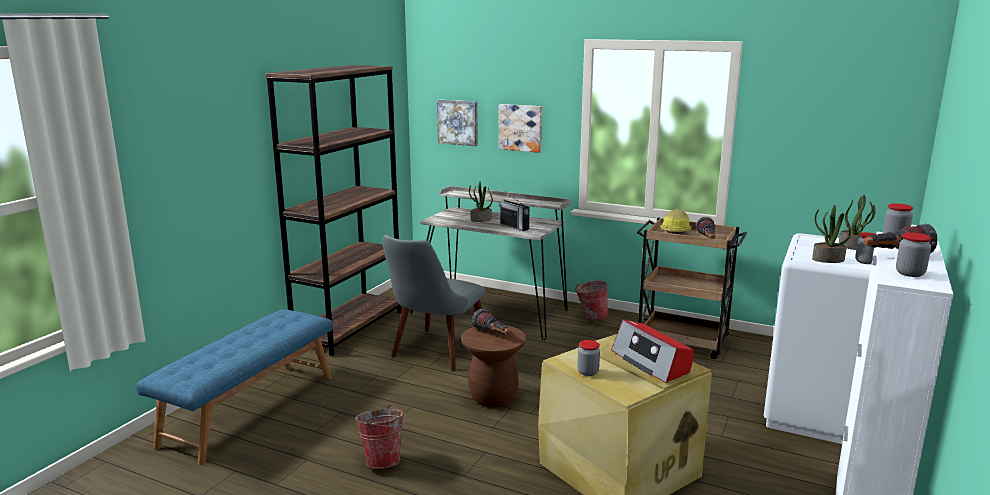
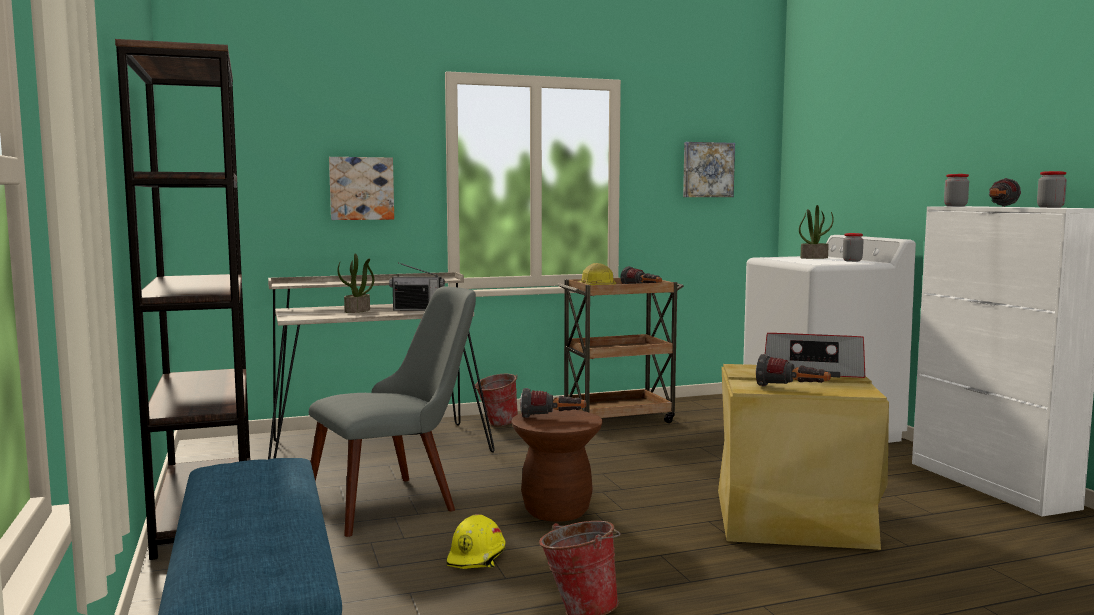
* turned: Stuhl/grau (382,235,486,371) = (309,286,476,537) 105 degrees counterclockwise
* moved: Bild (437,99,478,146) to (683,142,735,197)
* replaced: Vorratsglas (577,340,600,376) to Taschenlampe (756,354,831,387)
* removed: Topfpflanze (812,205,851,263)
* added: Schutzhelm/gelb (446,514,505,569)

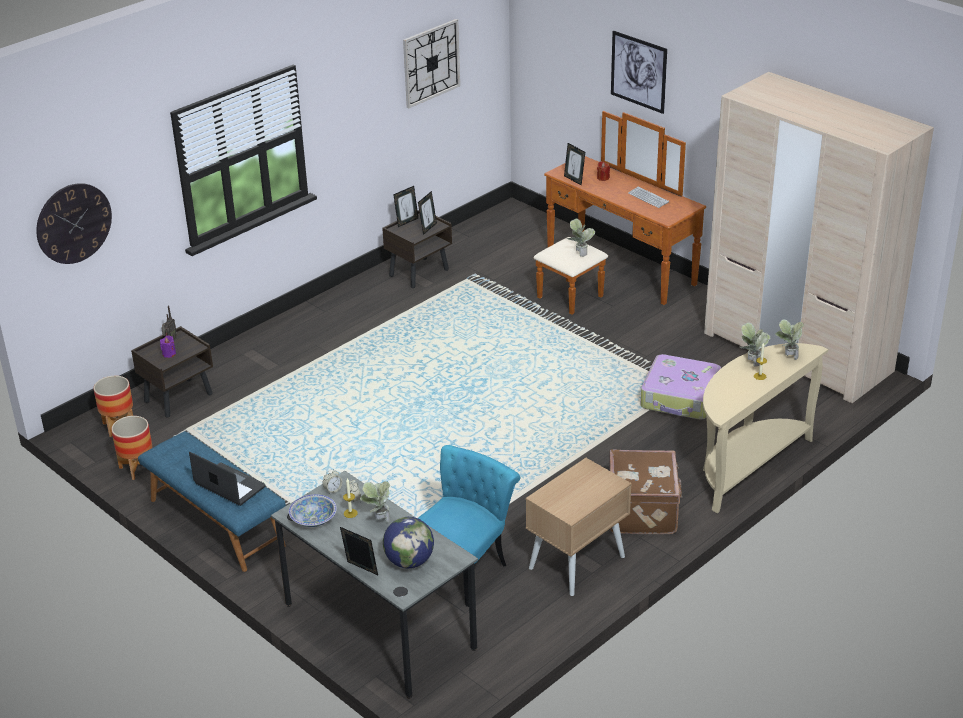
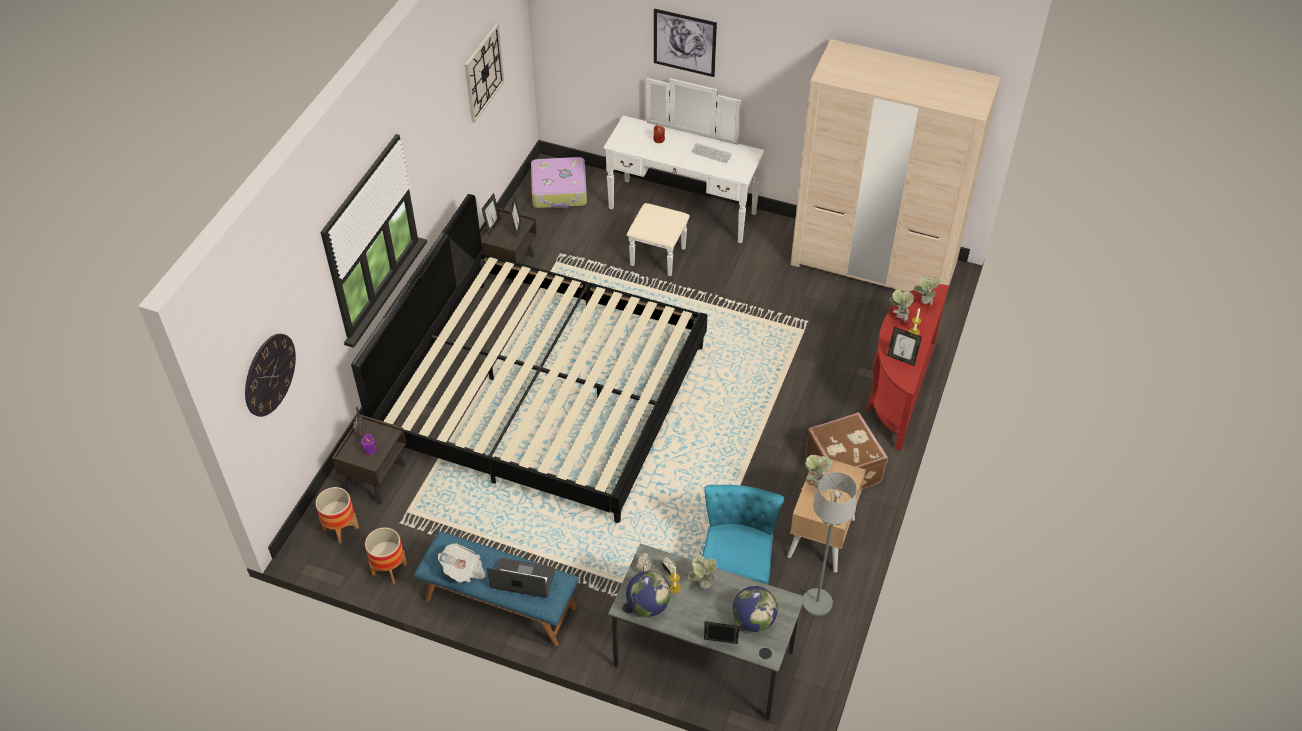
* replaced: Schüssel (289,494,337,527) to Globus (626,571,671,617)
* recoloured: Kommode/braun (534,111,706,315) to Kommode/weiß (604,78,765,276)
* moved: Bilderrahmen (564,143,585,186) to (887,327,922,366)
* moved: Topfpflanze (567,219,595,257) to (805,455,832,485)
* moved: Koffer (641,354,721,419) to (531,157,587,208)
* recoloured: Konsolentisch/beige (703,343,828,513) to Konsolentisch/rot (867,284,949,451)
* added: Bett (351,194,707,523)
* added: Zeitung (438,543,485,583)
* added: Stehlampe/grau (803,472,857,616)

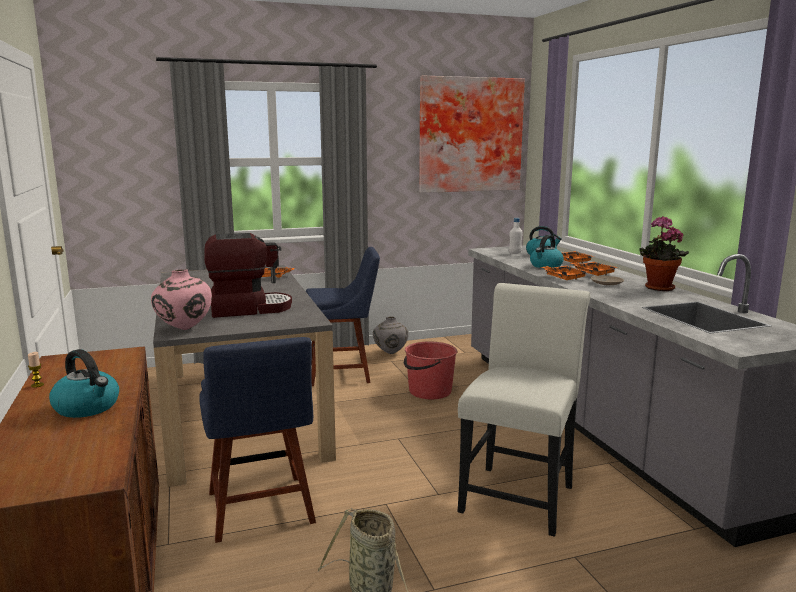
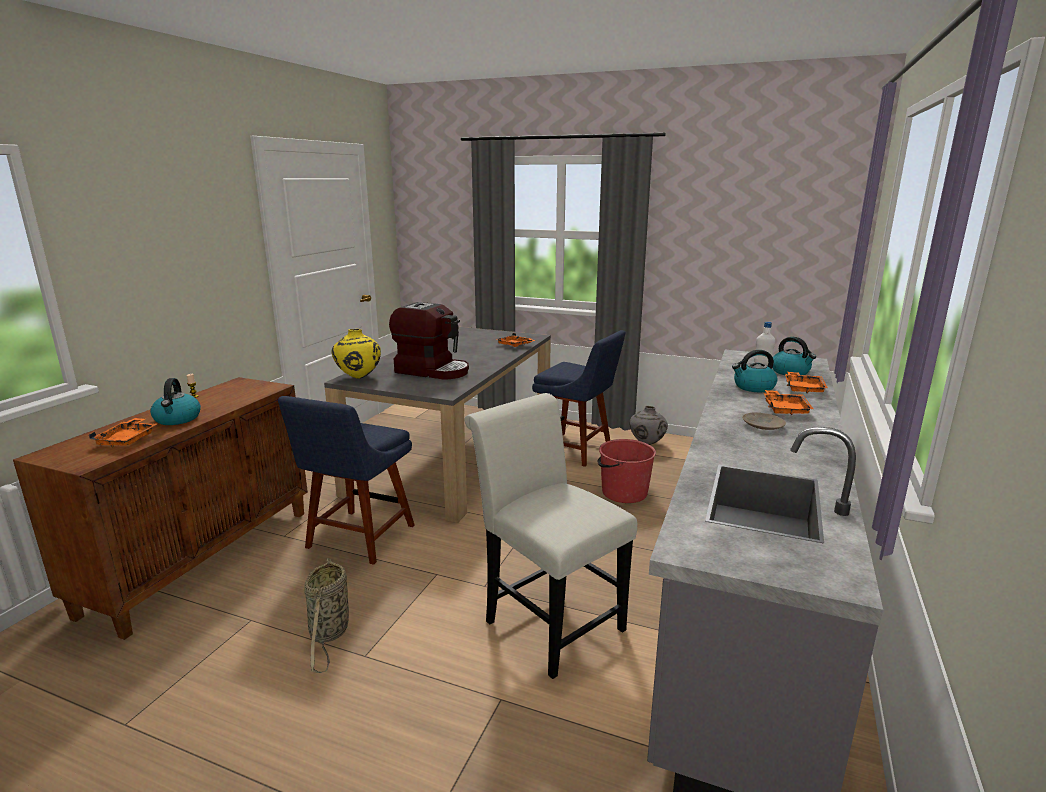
* recoloured: Vase/rosa (151,269,212,330) to Vase/gelb (332,329,381,379)
* removed: Bild (419,76,525,193)
* turned: Stuhl/weiß (458,283,590,537) = (464,393,638,679) 105 degrees counterclockwise
* moved: Tablett/orange (541,266,588,280) to (89,418,157,447)
* removed: Topfpflanze (639,216,689,291)

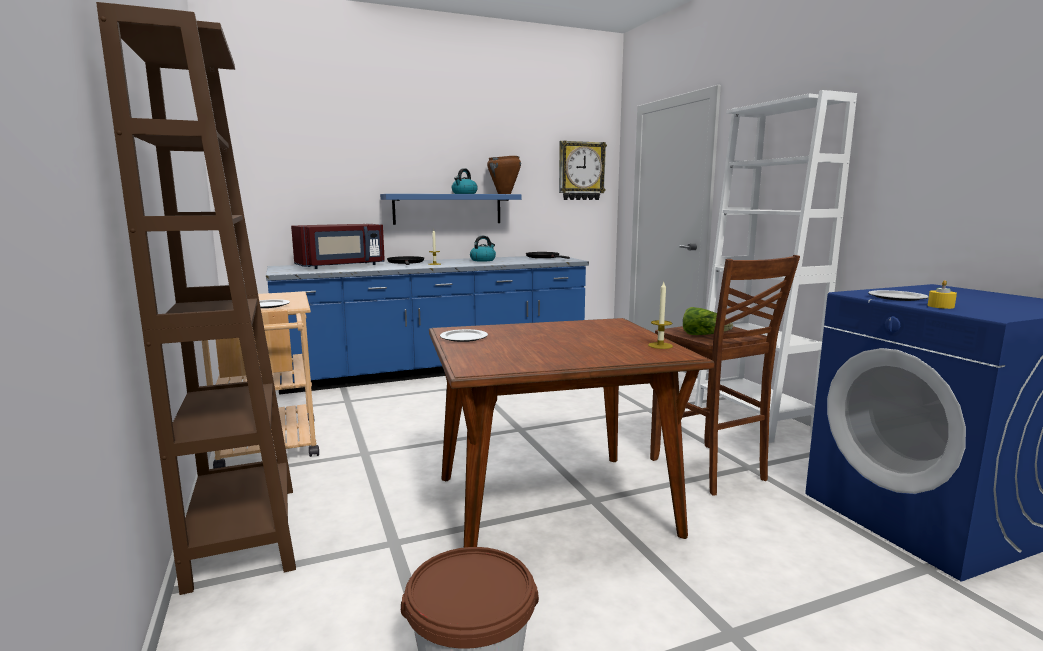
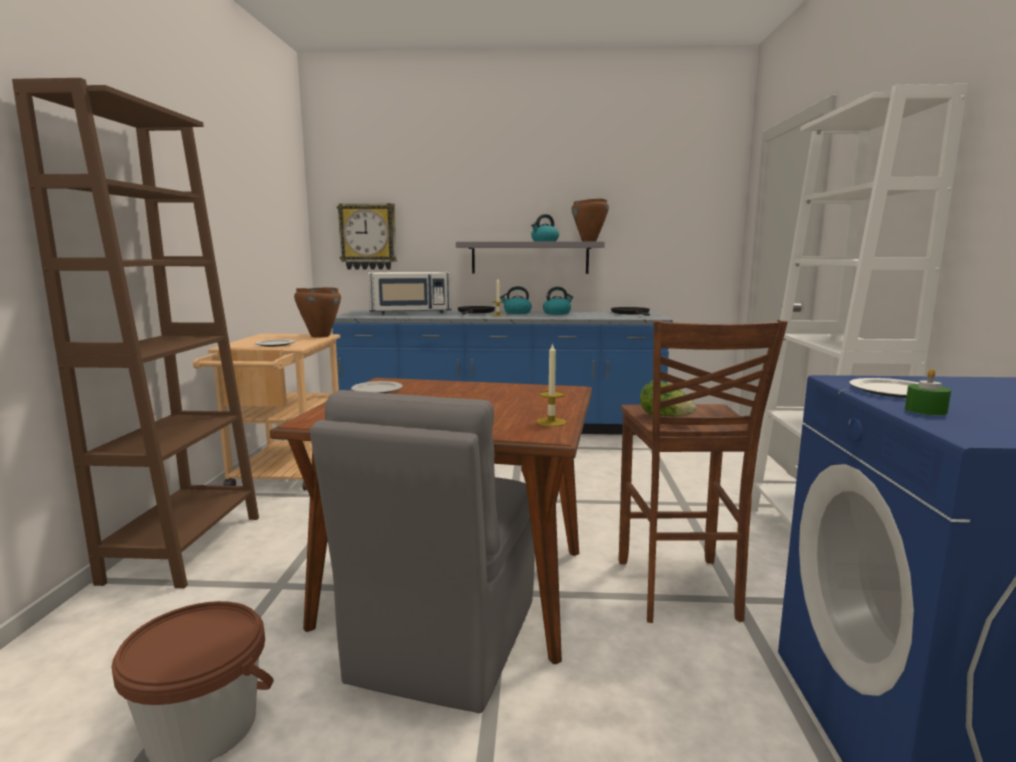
* recoloured: Mikrowelle/rot (291,224,385,269) to Mikrowelle/weiß (368,272,452,314)
* recoloured: Wandregal/blau (380,194,521,225) to Wandregal/grau (456,241,605,274)
* moved: Wanduhr (559,141,607,200) to (337,203,397,270)
* recoloured: Kerze/gelb (928,280,957,309) to Kerze/grün (905,369,951,415)
* added: Kochtopf/braun (294,287,341,337)
* added: Stuhl/grau (310,390,535,713)
* added: Wasserkessel (500,286,532,314)

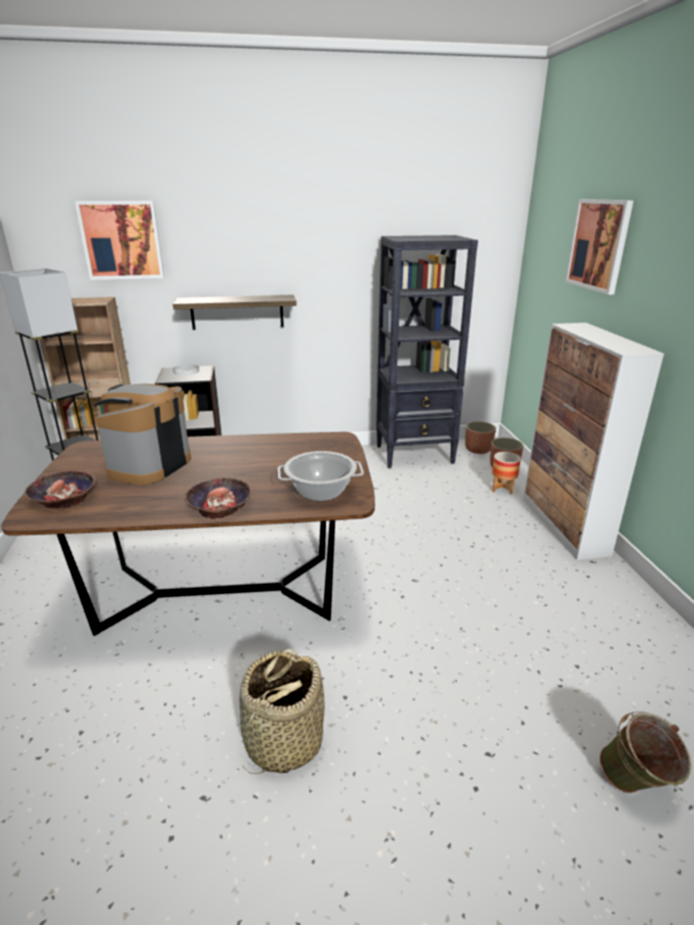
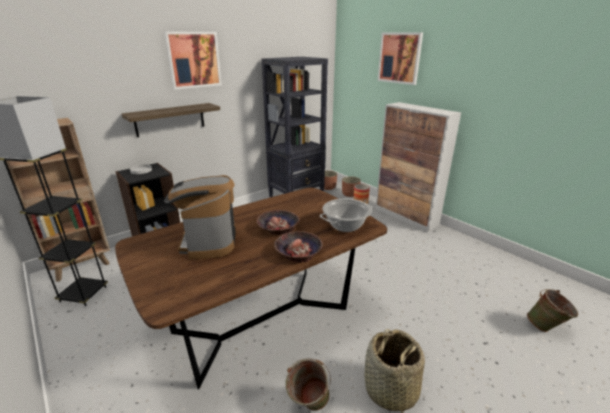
* moved: Schüssel (24,471,95,509) to (257,210,299,235)
* moved: Bild (75,201,164,280) to (164,32,222,90)
* added: Eimer/grün (286,358,331,411)

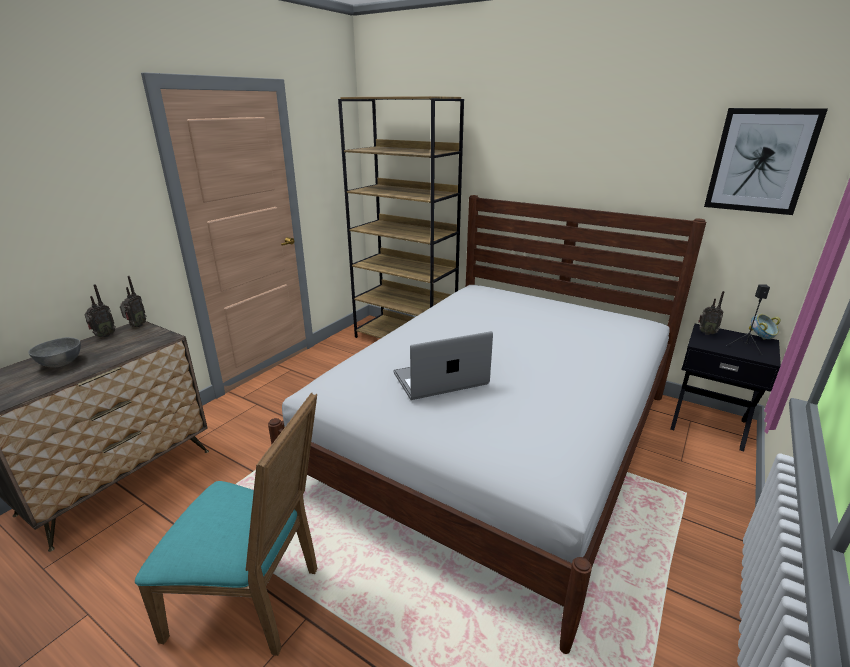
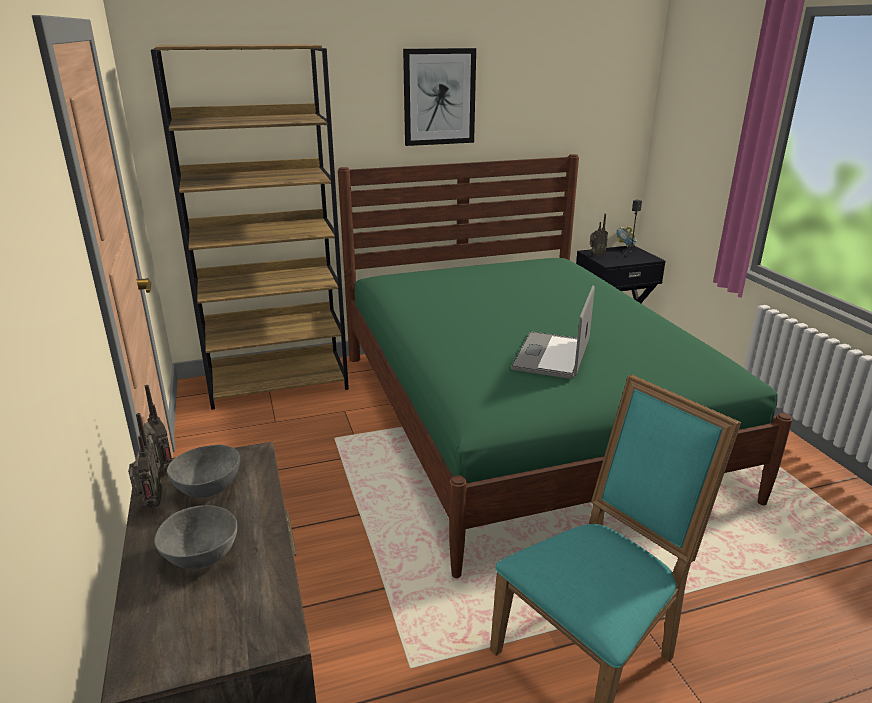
* recoloured: Bett/weiß (268,195,706,654) to Bett/grün (338,154,792,578)
* moved: Bild (704,108,828,215) to (403,48,476,146)
* added: Schüssel/grau (167,445,240,498)

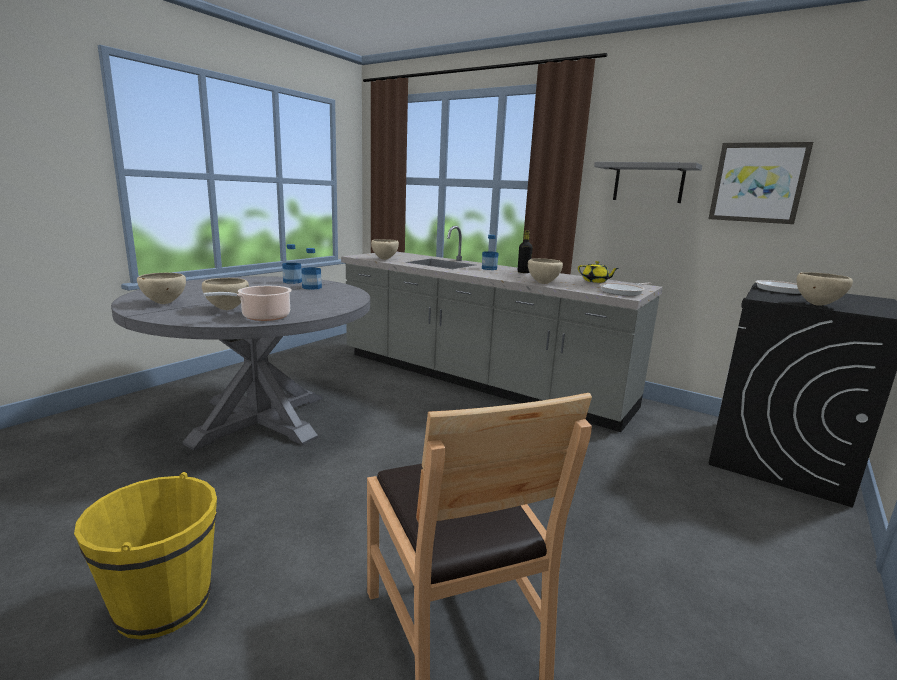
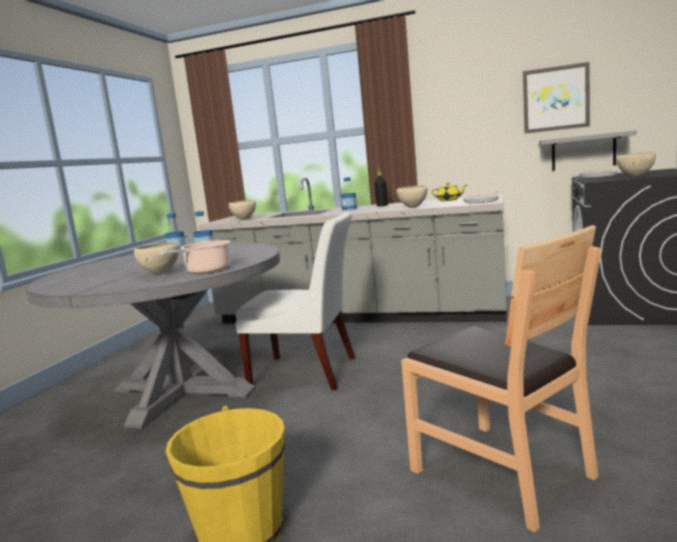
* removed: Schüssel/beige (137,273,186,304)
* moved: Wandregal/grau (594,162,702,203) to (539,130,637,171)
* added: Stuhl/weiß (235,212,355,390)

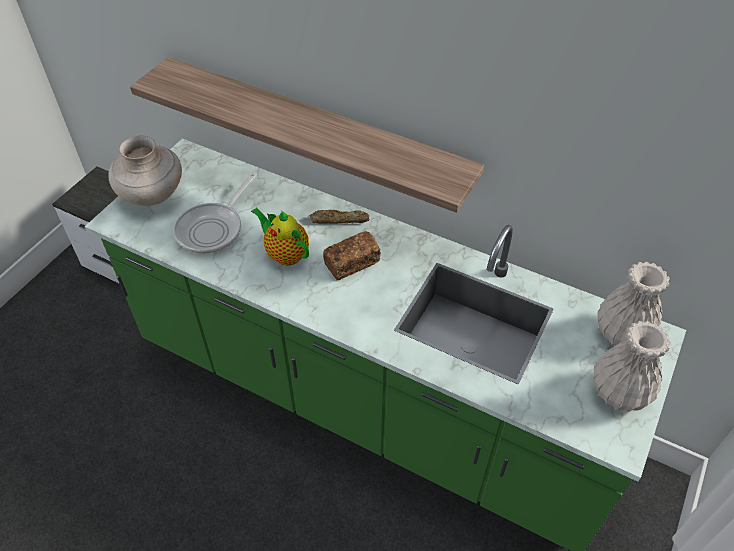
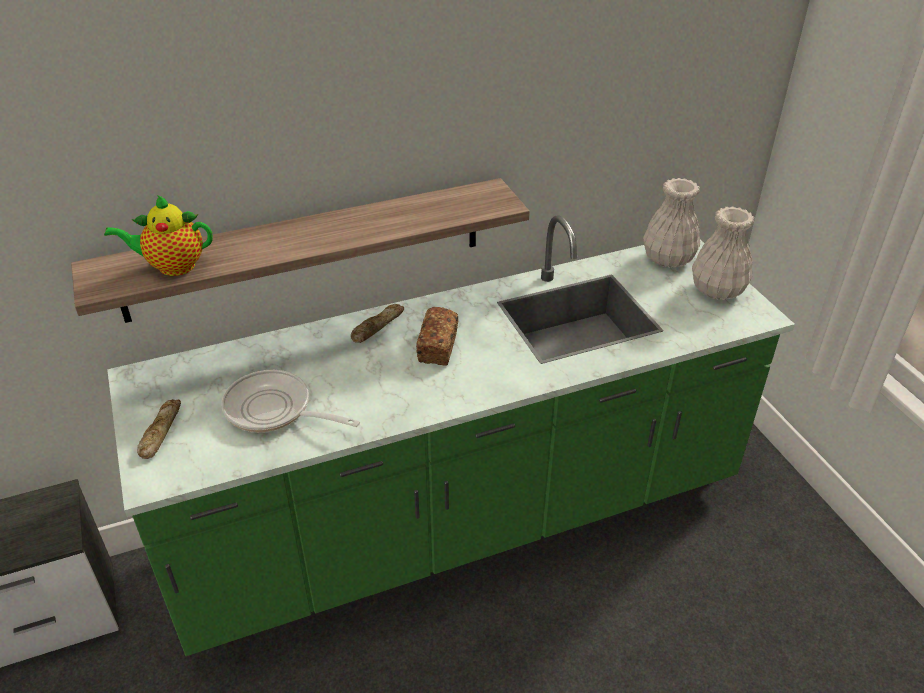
* replaced: Vase/beige (108,135,182,206) to Brot (137,399,181,459)
* turned: Pfanne (173,172,257,254) = (221,370,360,432) 135 degrees clockwise
* moved: Teekanne (251,208,309,266) to (104,195,213,276)

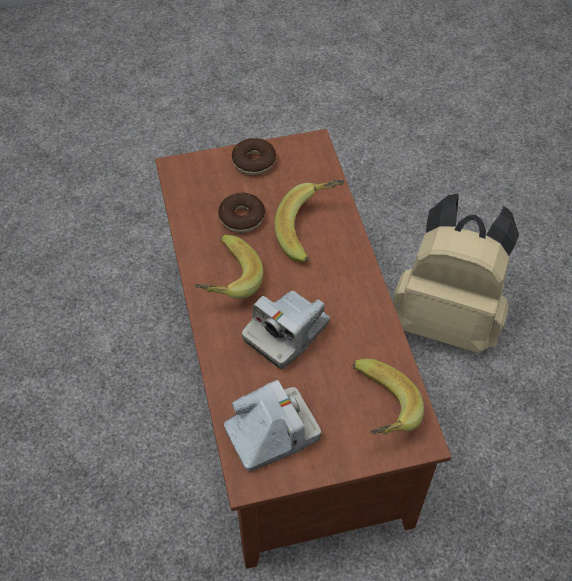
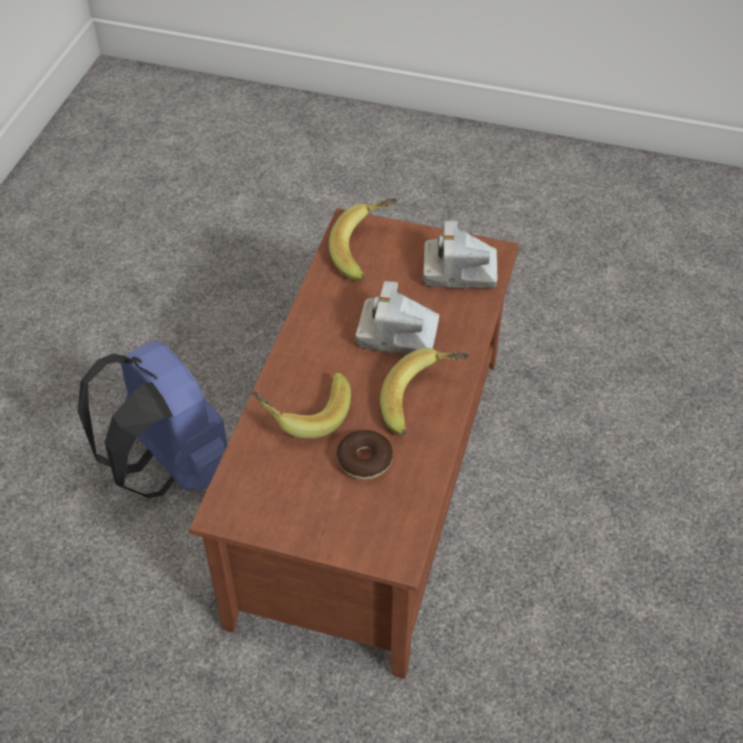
* removed: Donut (232,138,276,175)
* turned: Kamera (242,291,330,369) = (355,281,439,354) 150 degrees counterclockwise
* recoloured: Rucksack/beige (393,193,519,354) to Rucksack/blau (78,341,227,498)

